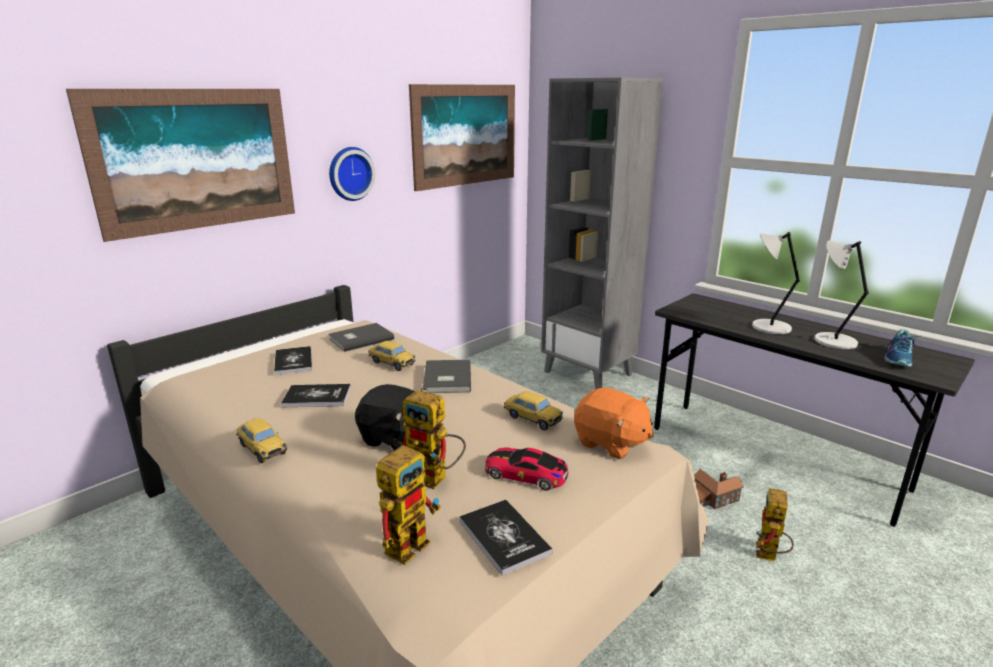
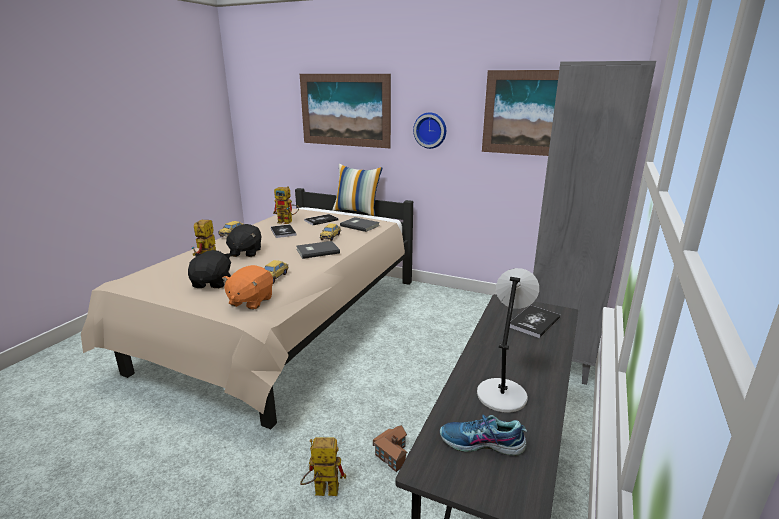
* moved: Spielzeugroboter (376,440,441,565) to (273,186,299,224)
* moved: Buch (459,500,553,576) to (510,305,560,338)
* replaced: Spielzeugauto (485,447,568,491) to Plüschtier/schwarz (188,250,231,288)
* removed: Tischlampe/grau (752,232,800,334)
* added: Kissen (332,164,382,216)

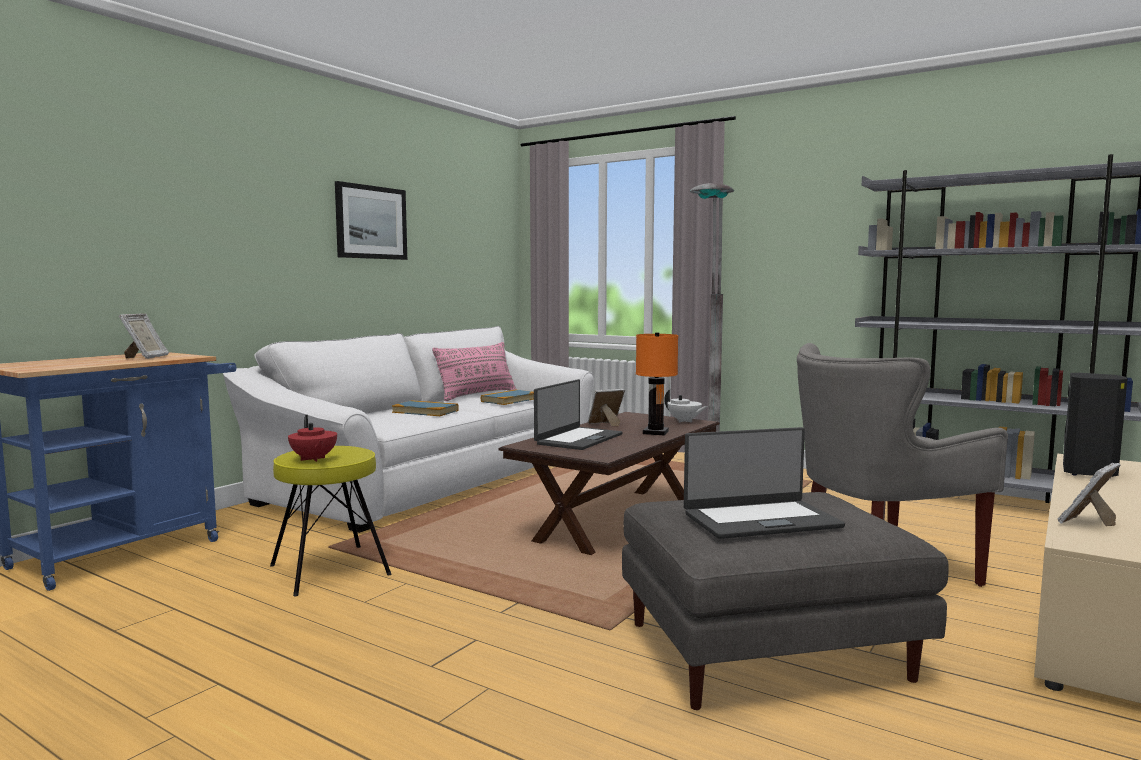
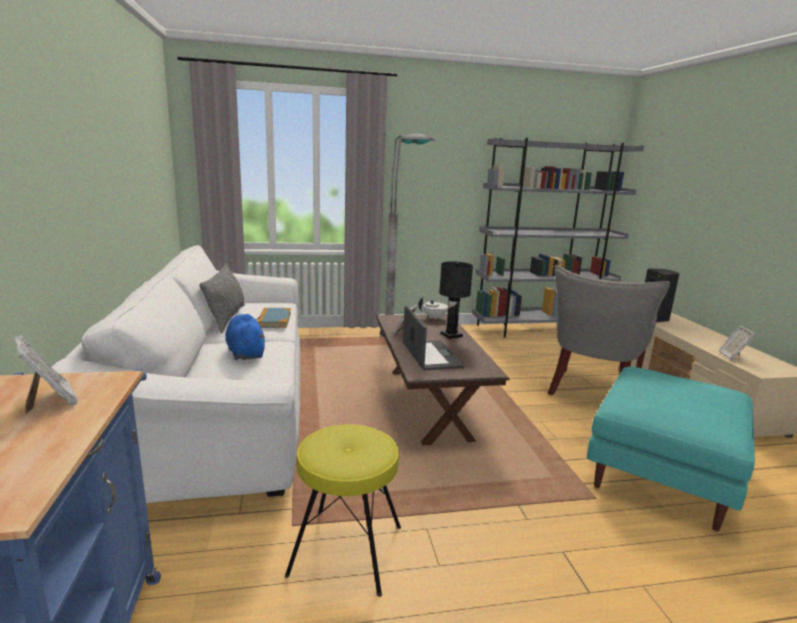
* removed: Teekanne/rot (288,415,337,462)
* removed: Bild (335,181,407,260)
* replaced: Buch (392,400,459,416) to Plüschtier/blau (225,314,265,360)
* recoloured: Kissen/rosa (432,342,516,401) to Kissen/grau (199,263,245,333)
* recoloured: Polsterhocker/grau (622,492,949,710) to Polsterhocker/türkis (587,366,755,532)
* recoloured: Tischlampe/orange (636,332,678,435) to Tischlampe/schwarz (439,261,473,339)
* removed: Laptop (684,427,845,539)

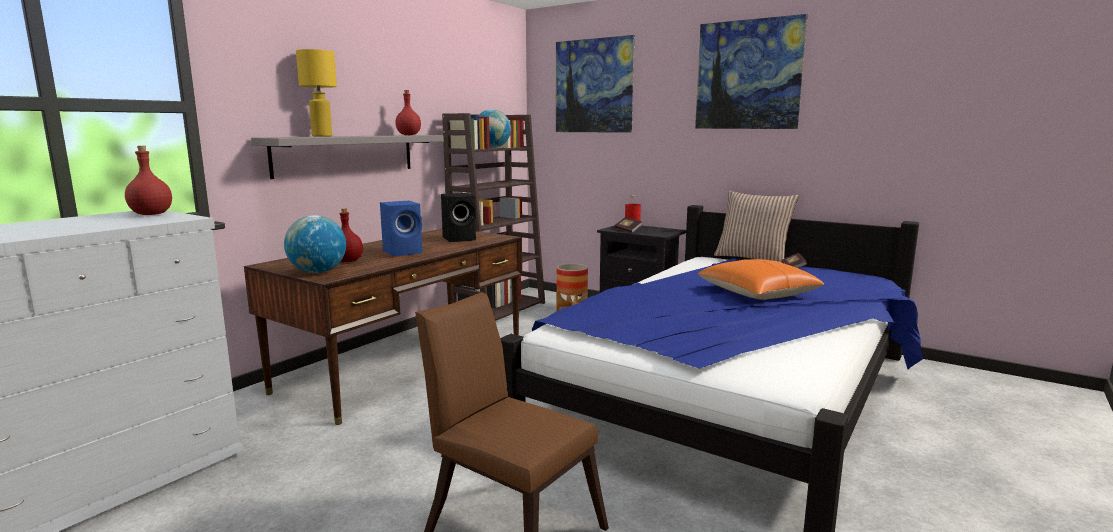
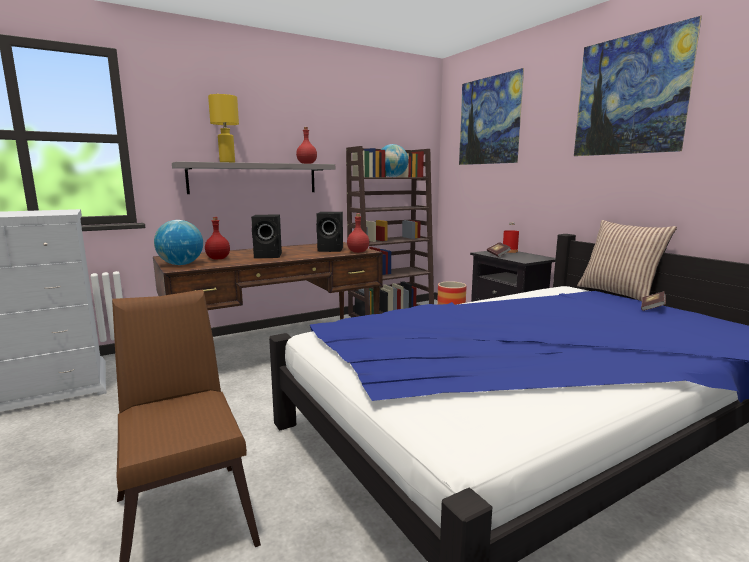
* moved: Flasche/rot (125,146,172,215) to (347,214,369,253)
* recoloured: Lautsprecher/blau (380,201,423,256) to Lautsprecher/schwarz (251,215,282,258)
* removed: Kissen/orange (698,259,824,300)

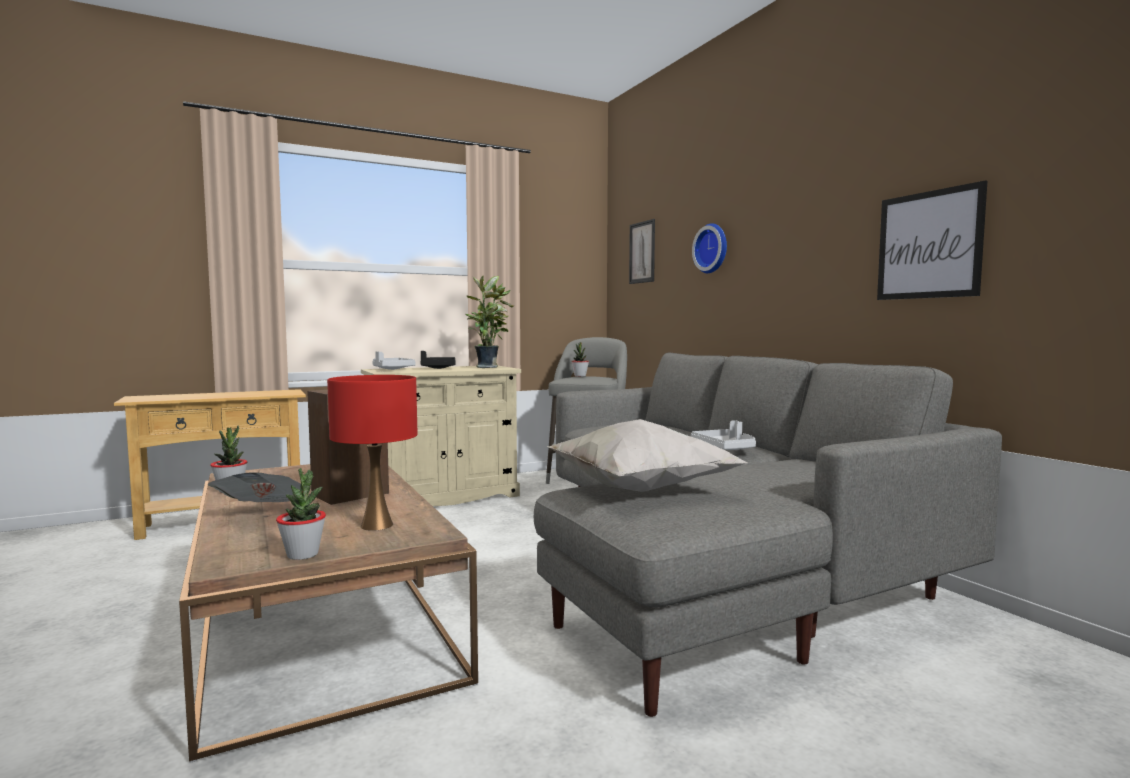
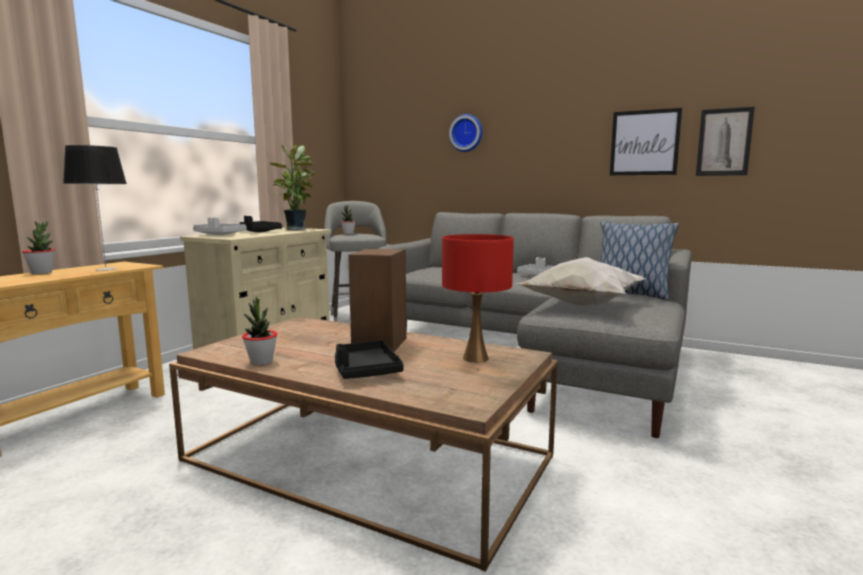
* replaced: Zeitung (207,472,301,502) to Tablett/schwarz (335,340,404,379)
* moved: Topfpflanze (276,468,326,560) to (22,221,55,274)
* moved: Bild (629,219,655,284) to (696,107,755,176)
* added: Tischlampe (63,145,127,271)
* added: Kissen (600,221,679,300)

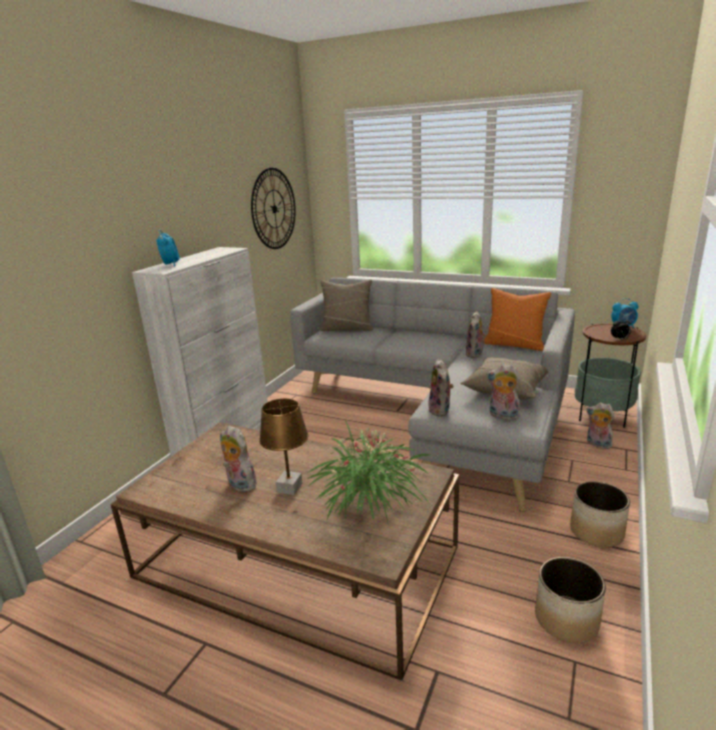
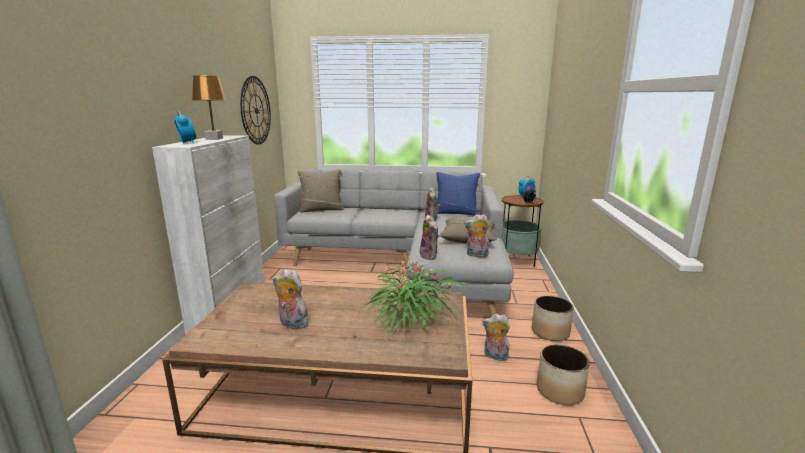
* moved: Tischlampe/braun (259,398,308,495) to (192,75,226,140)
* recoloured: Kissen/orange (484,288,551,351) to Kissen/blau (436,172,480,216)
* moved: Plüschtier (586,402,615,449) to (482,314,510,361)

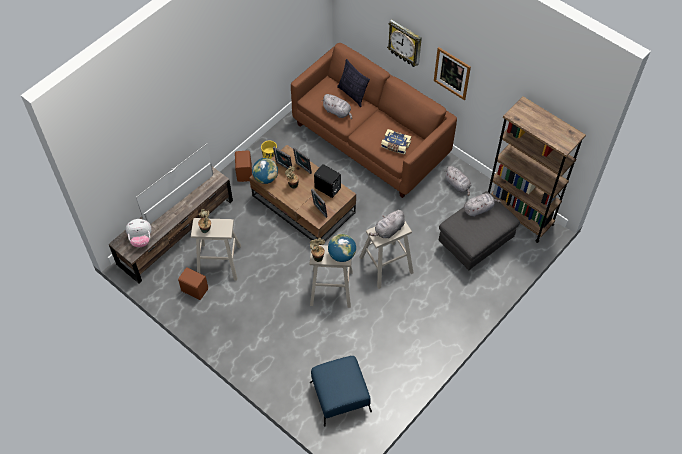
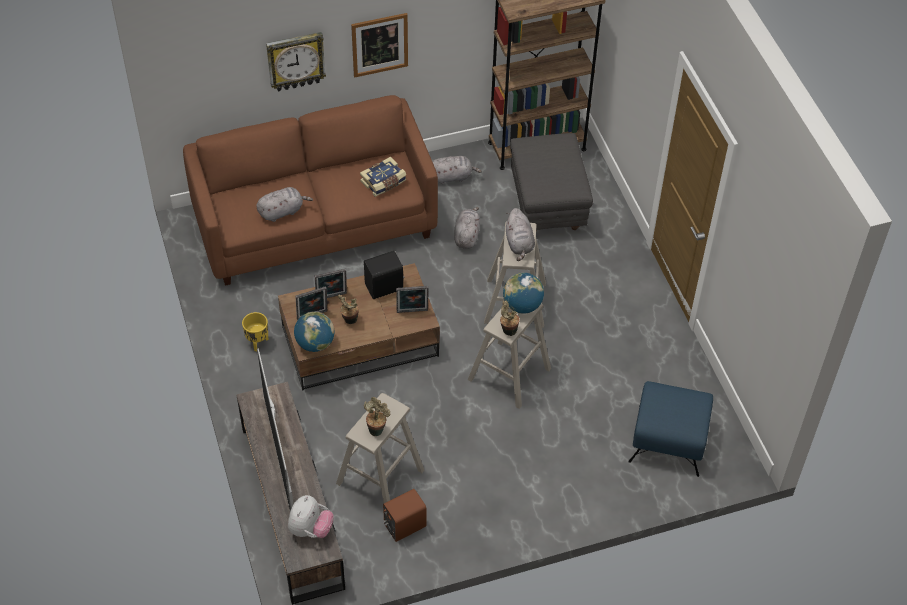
* removed: Lautsprecher/braun (235,150,252,182)
* removed: Kissen (337,59,370,107)
* moved: Plüschtier/grau (464,193,502,217) to (454,207,480,249)

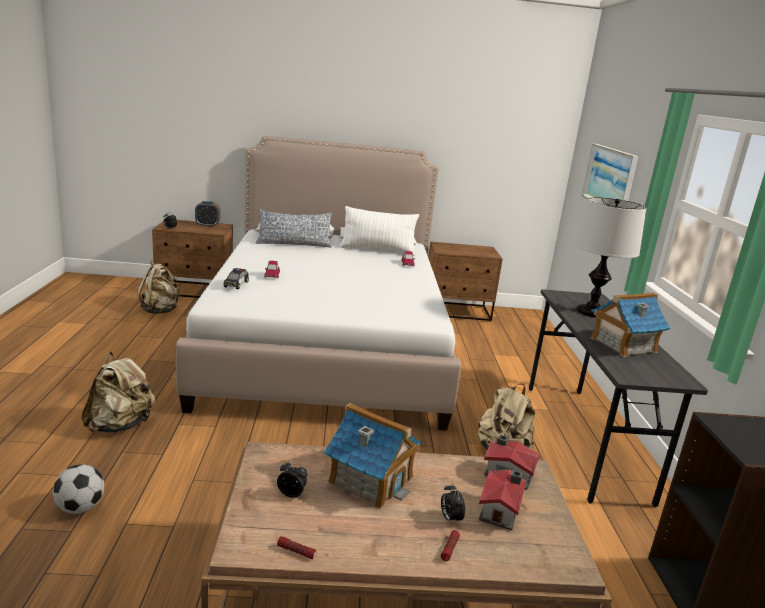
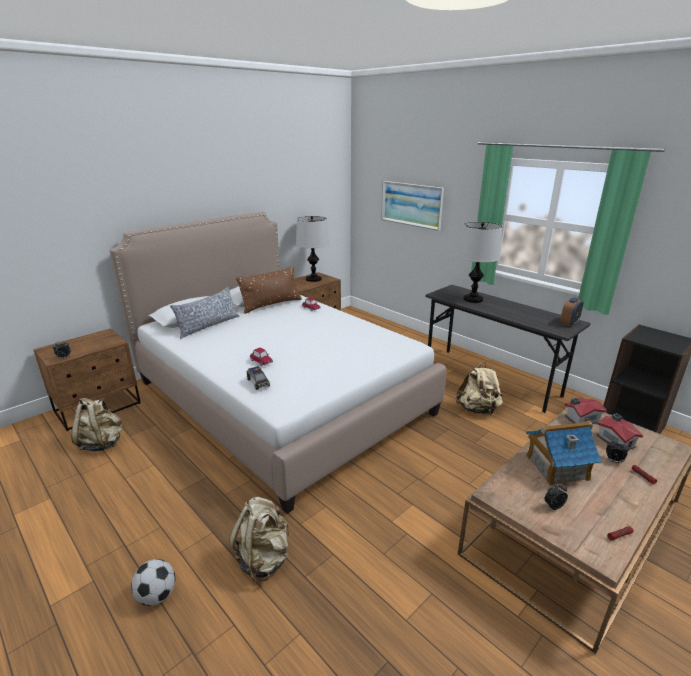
* moved: Fußball (53,464,104,514) to (131,559,175,606)
* moved: Wecker (195,201,220,227) to (560,297,584,327)
* recoloured: Kissen/weiß (340,206,419,256) to Kissen/braun (236,266,302,314)
* removed: Spielzeughaus (591,292,670,357)
* added: Tischlampe (296,216,330,282)

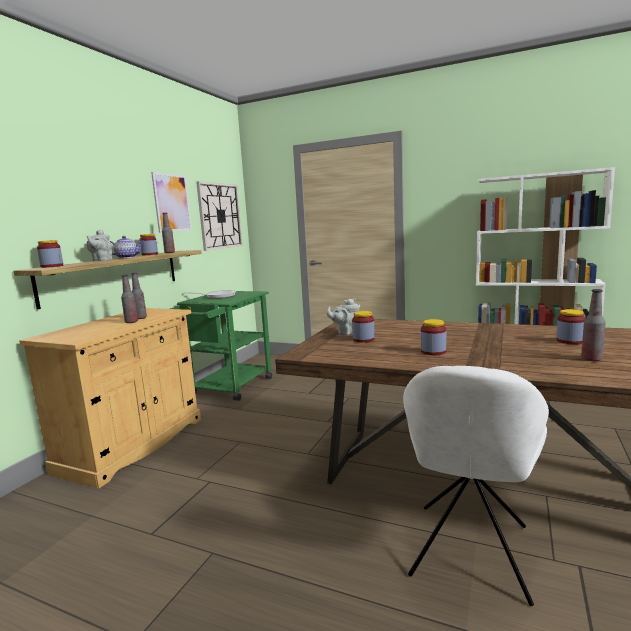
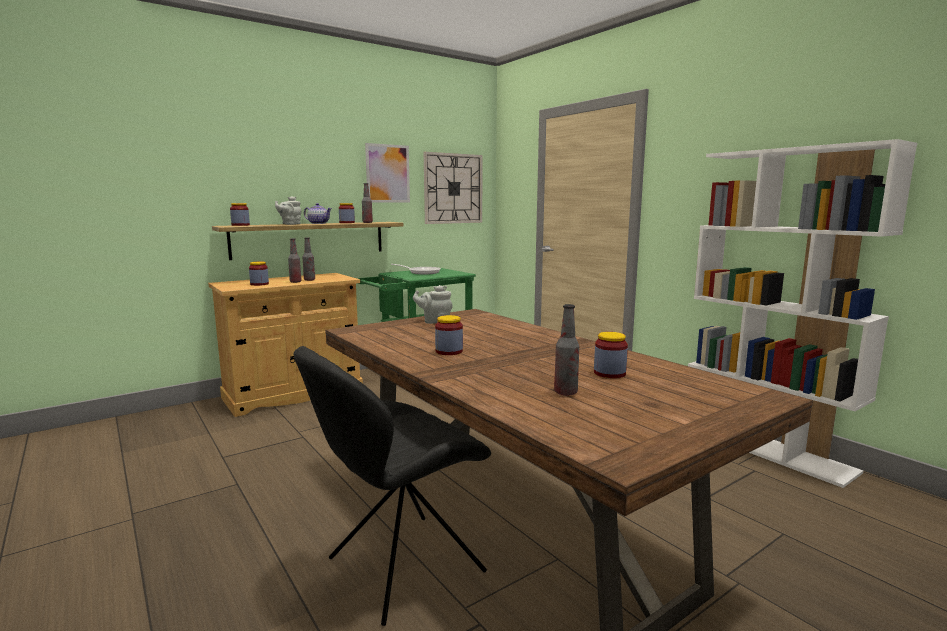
* moved: Vorratsglas (352,311,375,343) to (249,261,269,286)
* recoloured: Stuhl/weiß (403,366,549,606) to Stuhl/schwarz (294,346,491,626)

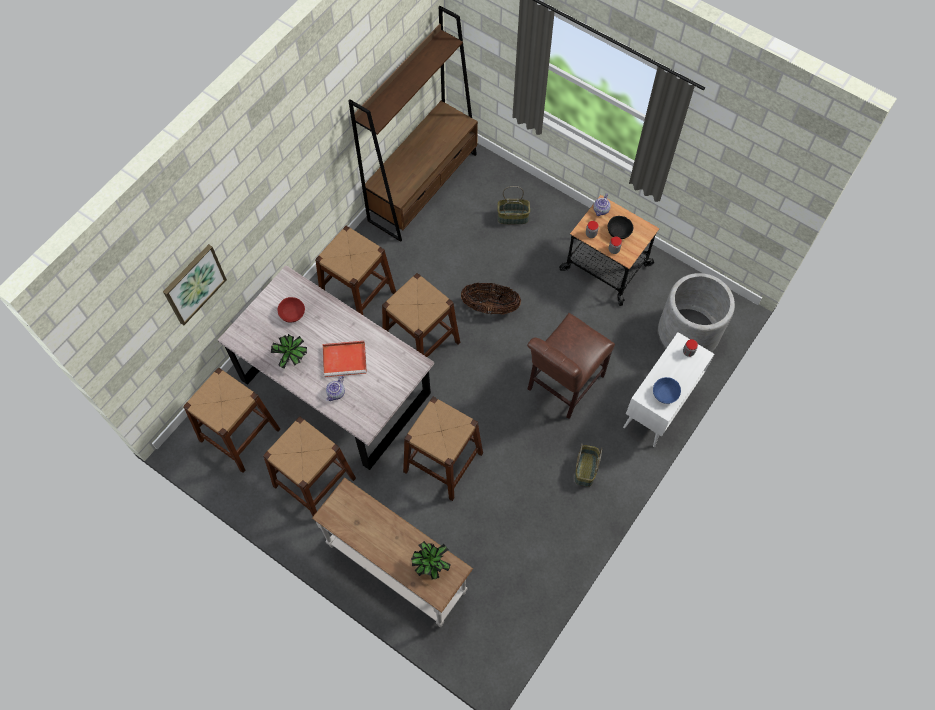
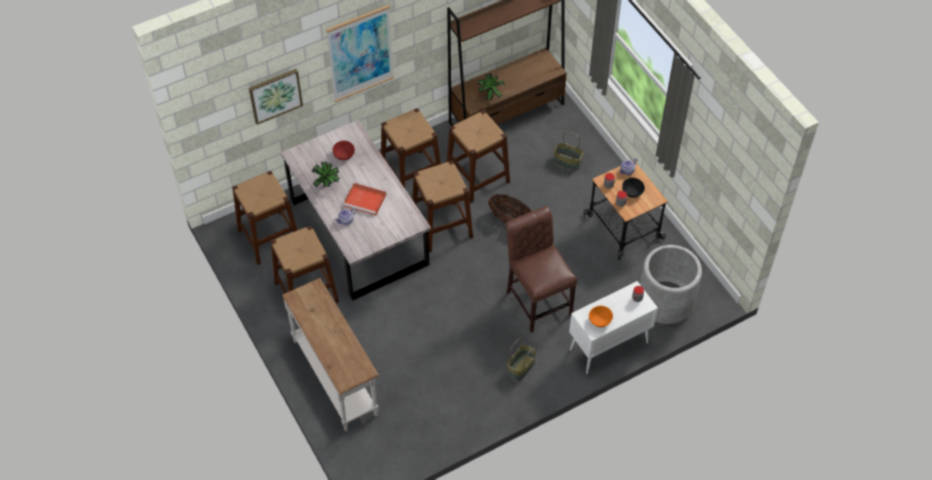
* moved: Hocker/braun (403,397,483,501) to (447,110,510,203)
* moved: Topfpflanze (411,541,451,579) to (478,74,505,100)
* turned: Stuhl/braun (527,313,615,419) = (505,206,578,333) 90 degrees clockwise
* recoloured: Schüssel/blau (653,377,681,404) to Schüssel/orange (589,306,613,327)
* added: Bild (326,5,394,102)

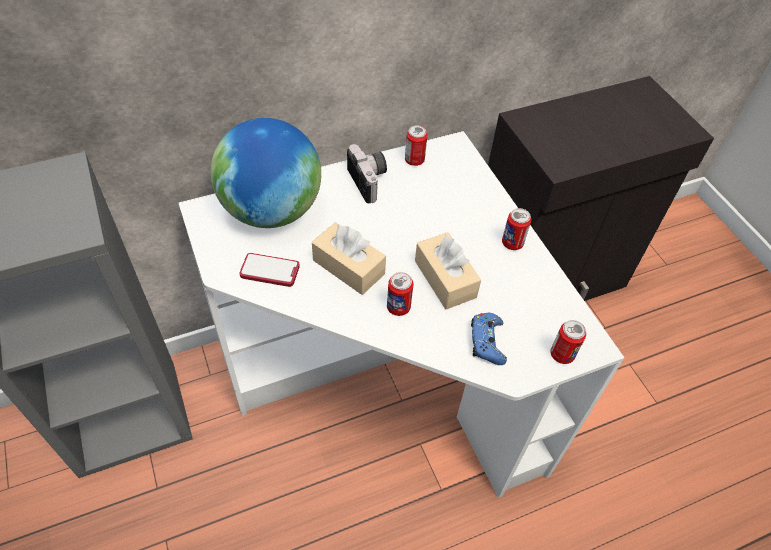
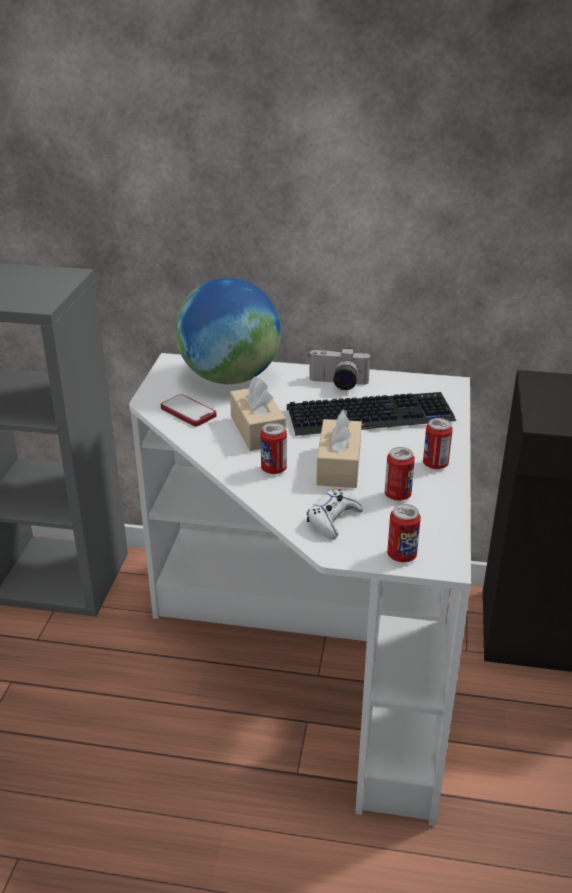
* turned: Kamera (347,144,387,203) = (309,348,371,390) 90 degrees clockwise
* moved: Dose (405,125,428,166) to (385,447,415,501)
* recoloured: Gamepad/blau (471,313,507,365) to Gamepad/weiß (307,489,363,540)
* added: Tastatur (287,392,456,436)

